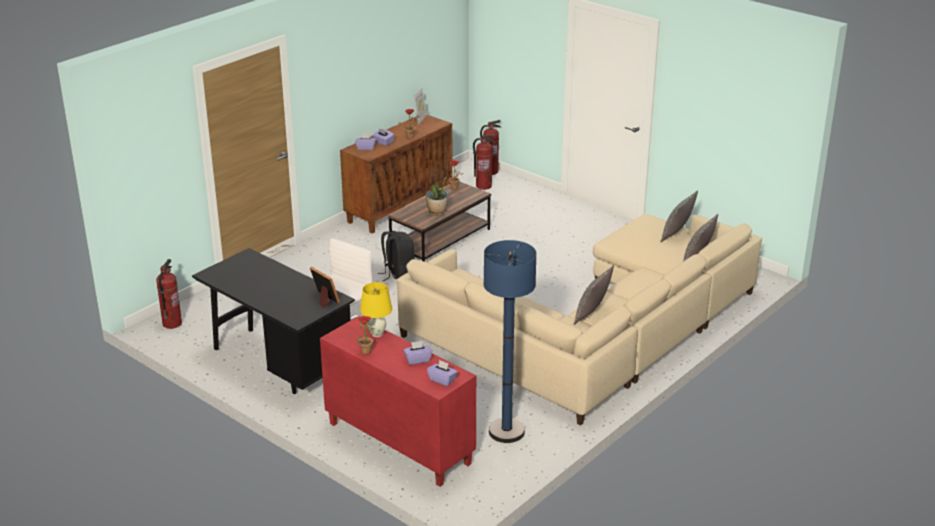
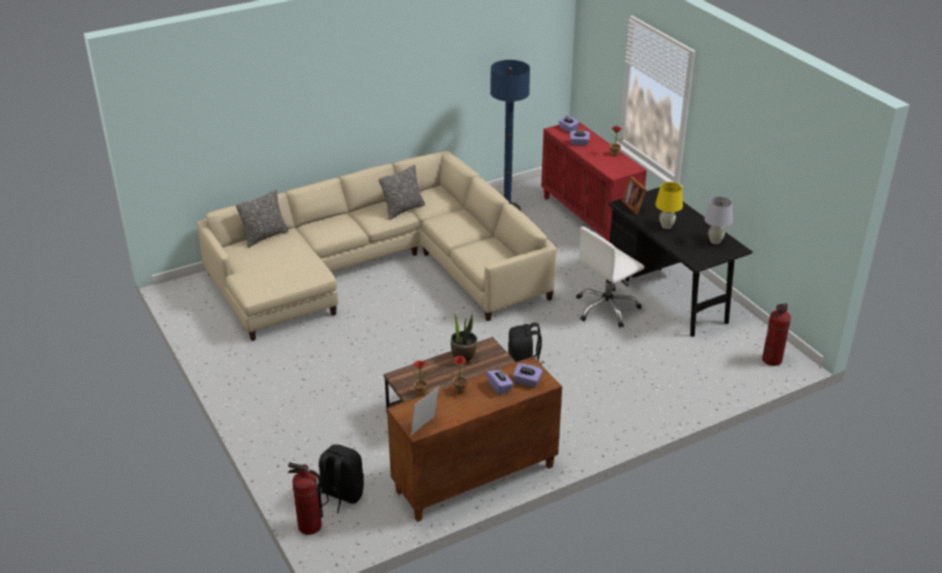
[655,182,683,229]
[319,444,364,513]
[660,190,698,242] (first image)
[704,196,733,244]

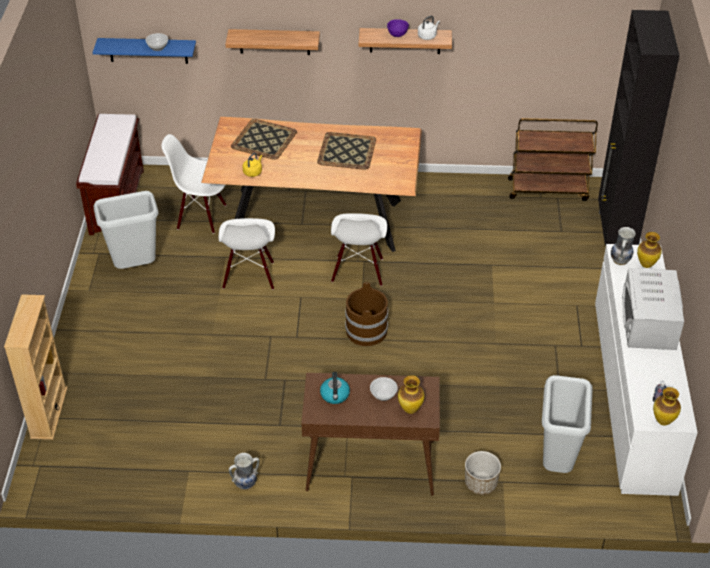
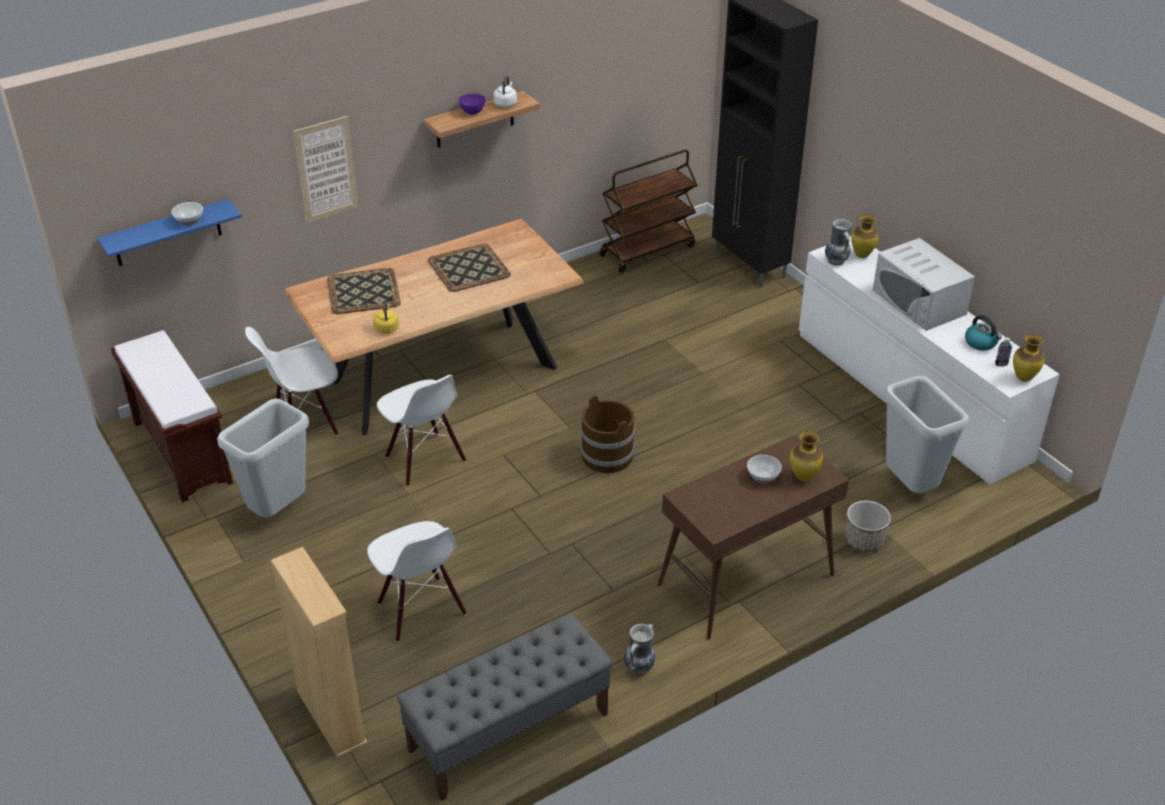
[293,116,359,223]
[965,315,1002,351]
[367,521,467,642]
[397,613,613,801]

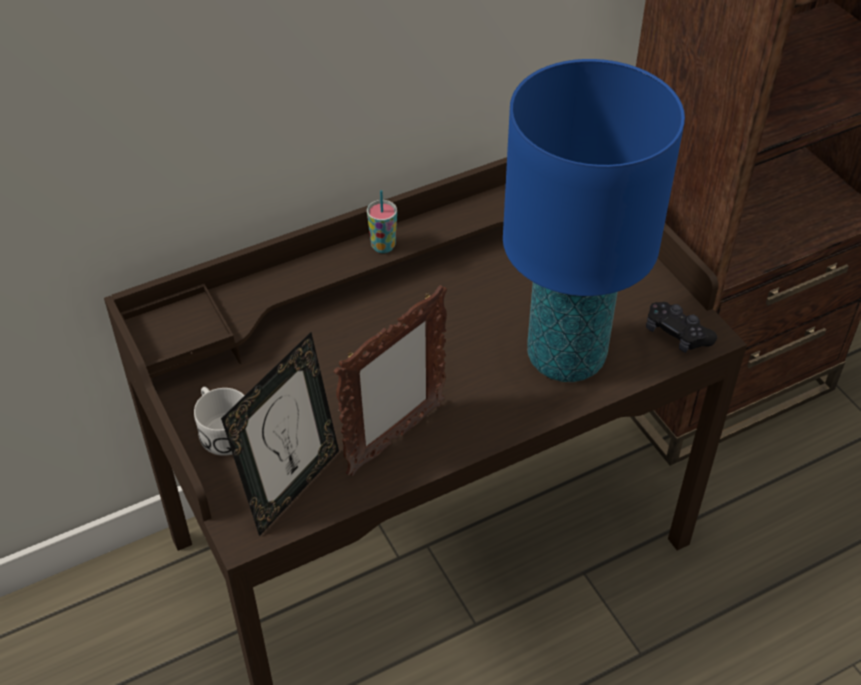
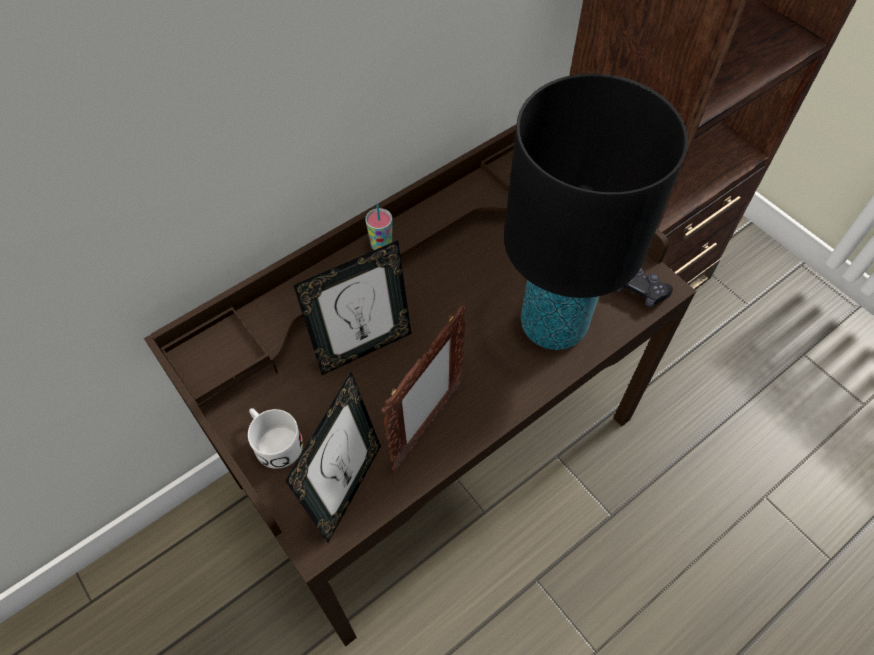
[504,73,688,350]
[293,240,411,375]

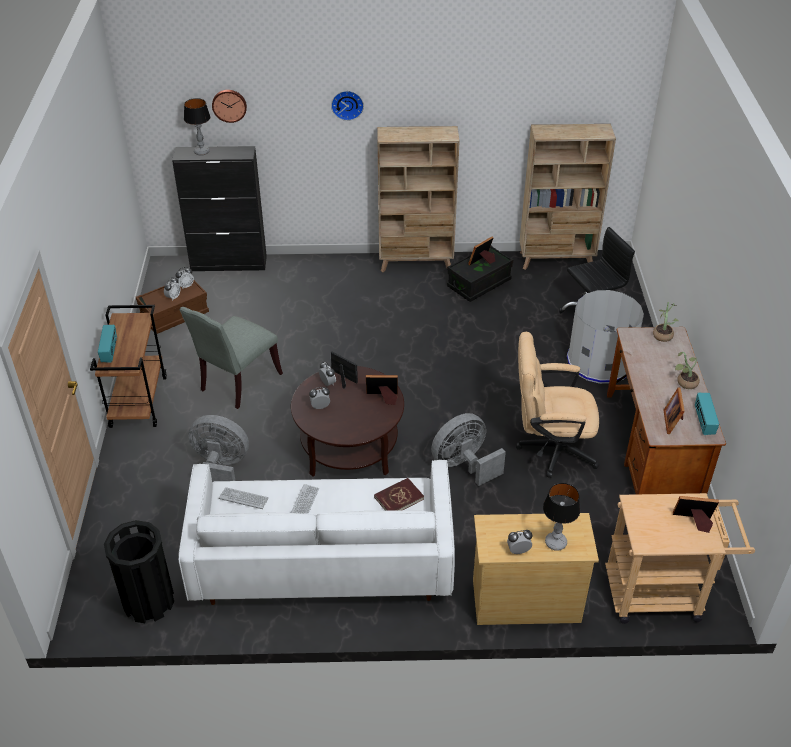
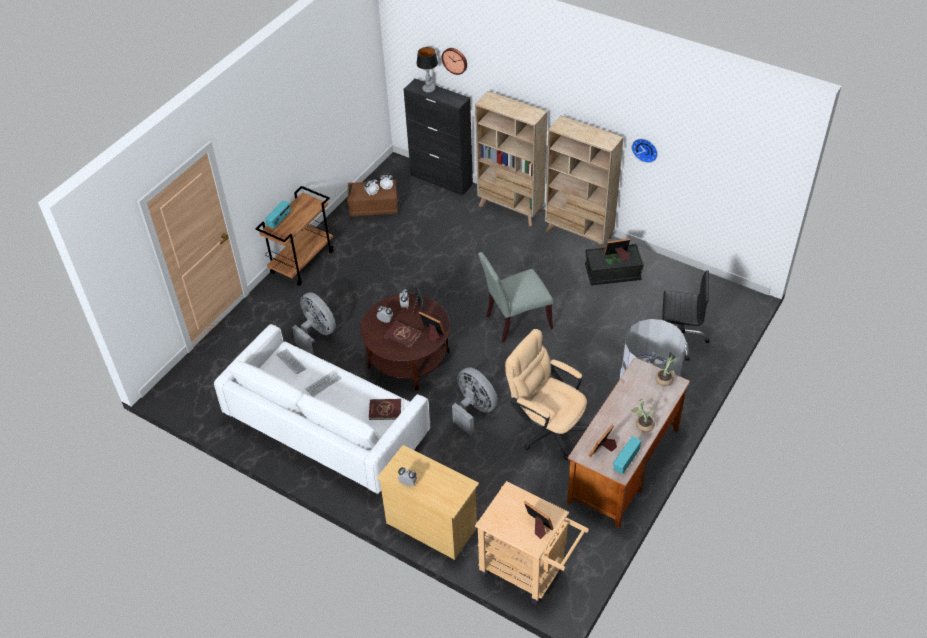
[104,520,174,623] (first image)
[478,252,553,343]
[632,139,658,163]
[452,367,498,436]
[475,91,548,226]
[543,483,580,551] (first image)
[384,321,421,349]

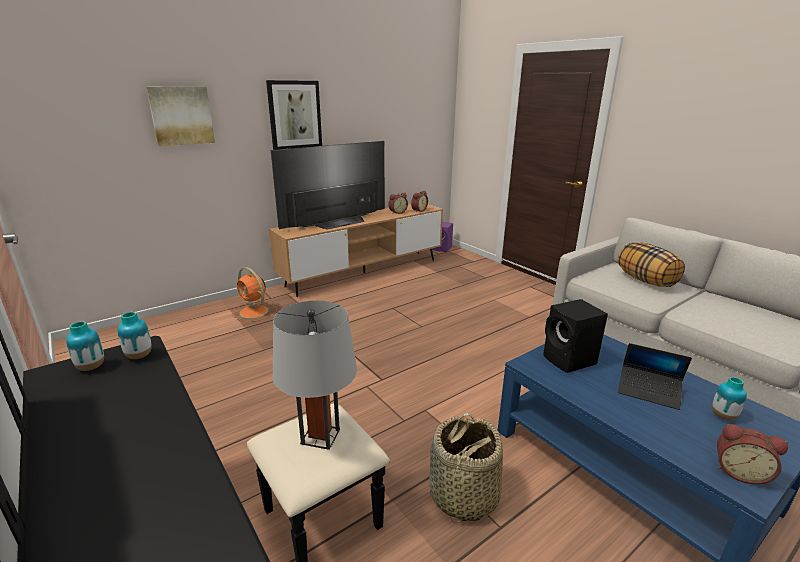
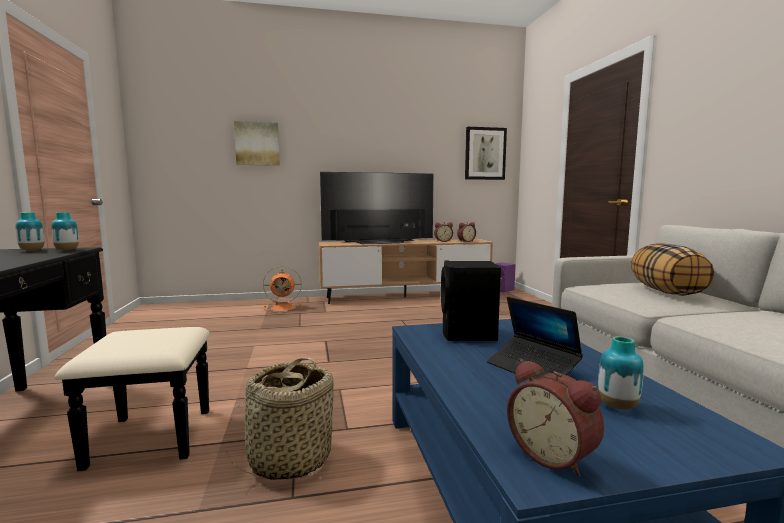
[263,266,303,313]
[465,127,507,180]
[273,300,357,450] (first image)

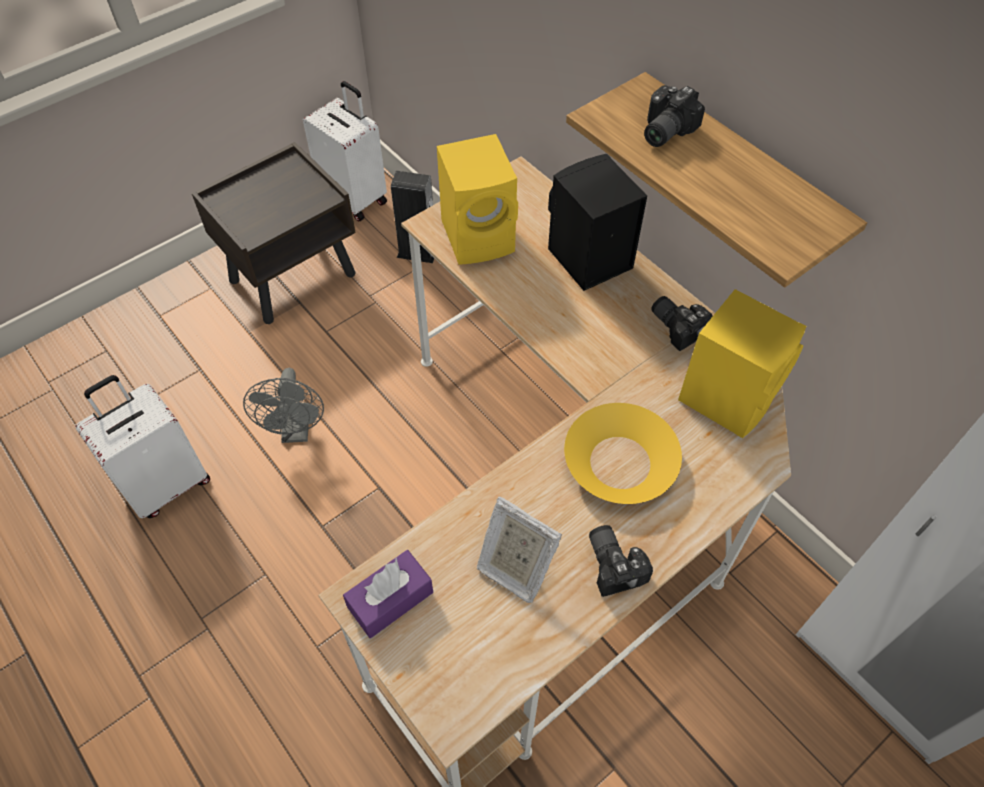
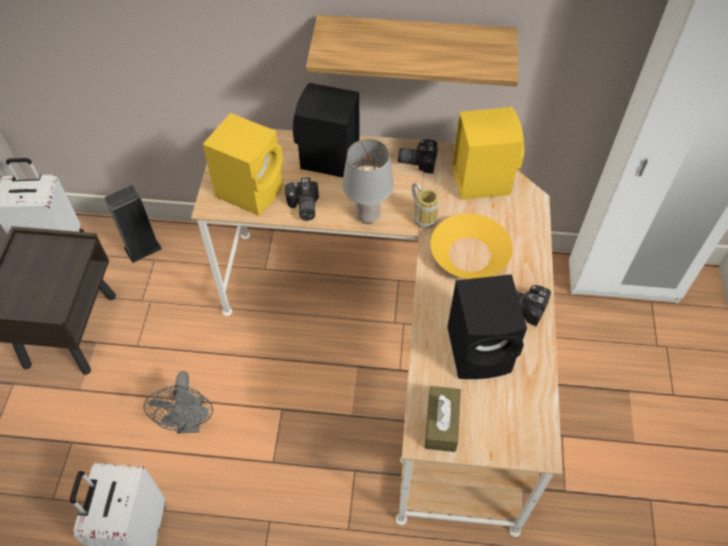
[144,371,213,433]
[425,386,461,452]
[447,274,527,379]
[285,177,319,221]
[342,139,394,224]
[412,182,439,229]

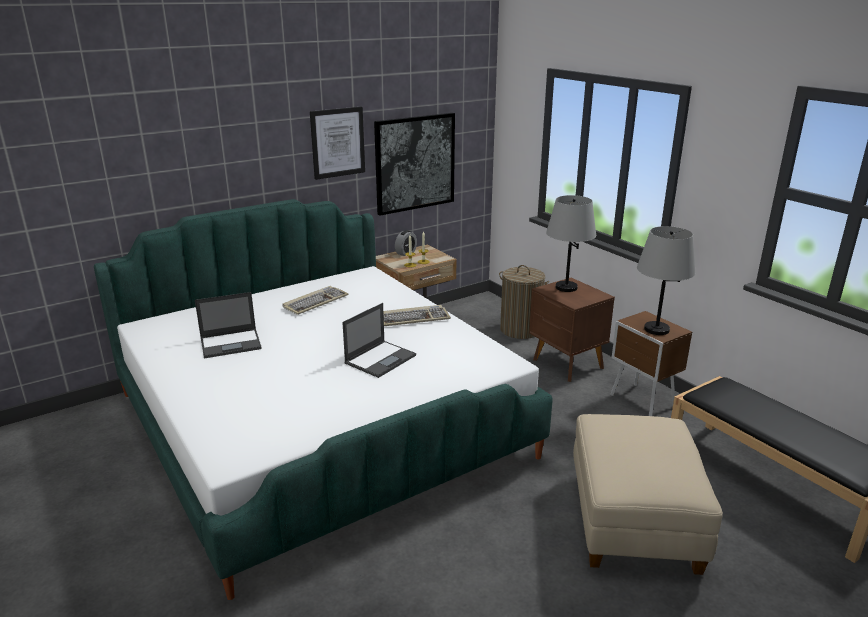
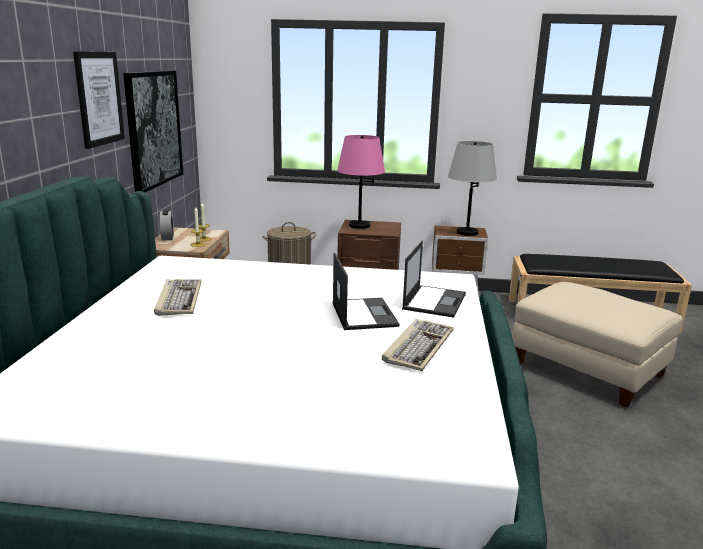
[402,241,466,318]
[382,319,454,371]
[337,135,385,229]

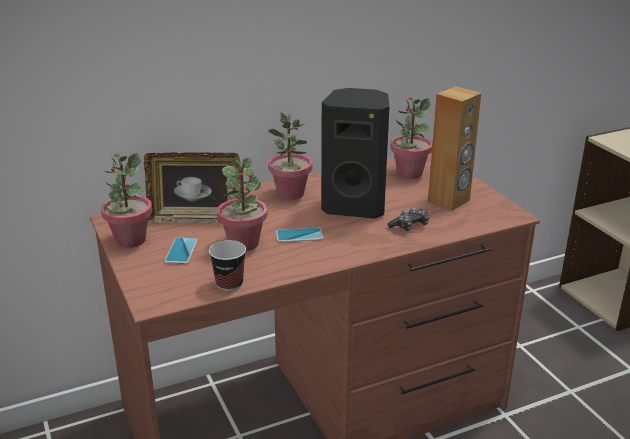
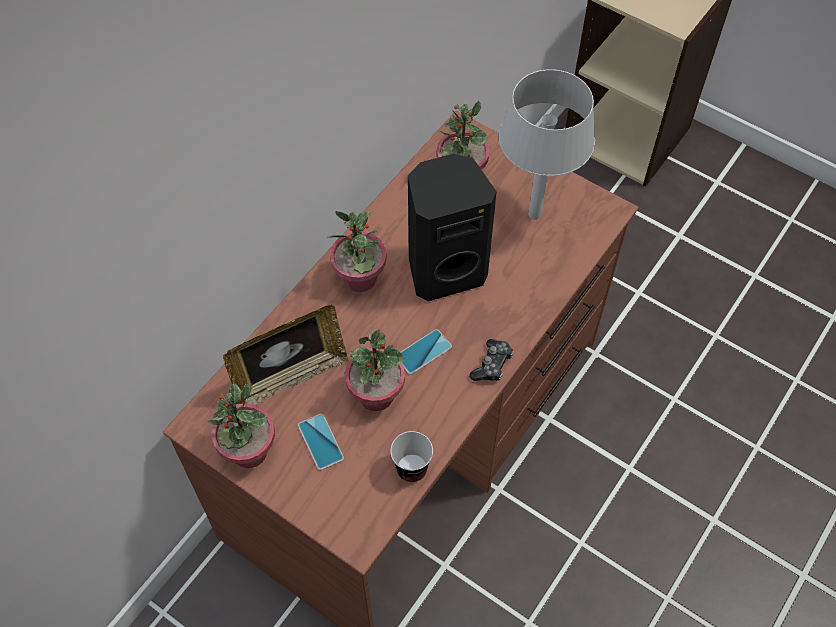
[469,339,514,381]
[499,69,595,220]

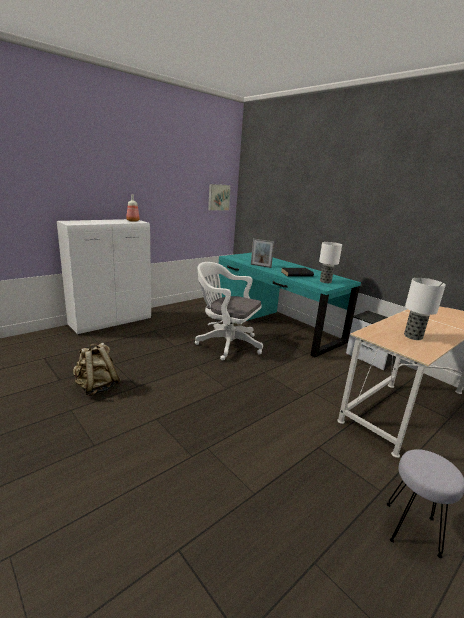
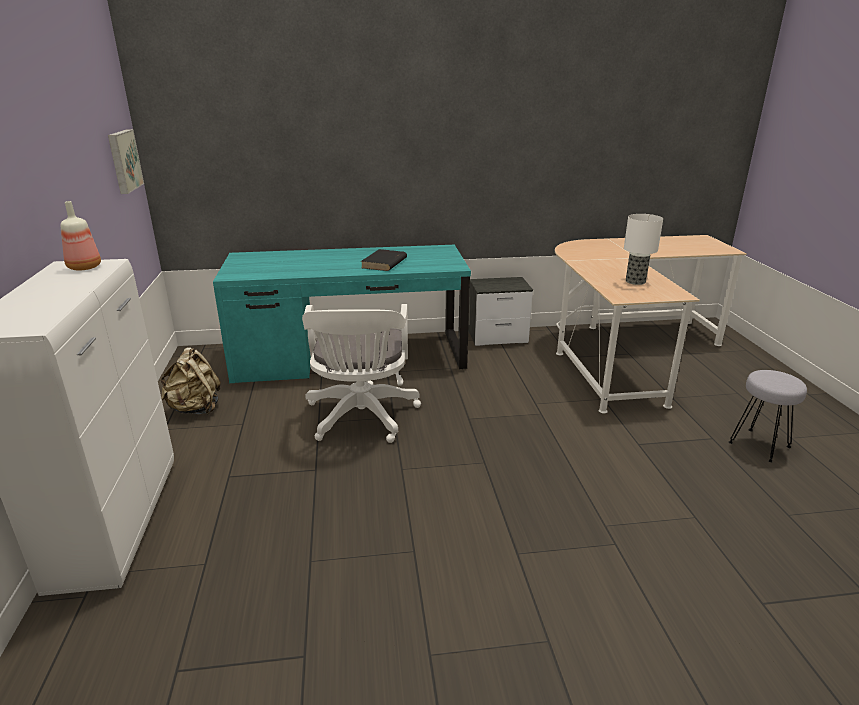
[159,347,221,415]
[302,304,421,443]
[251,238,274,268] (first image)
[319,242,342,283] (first image)

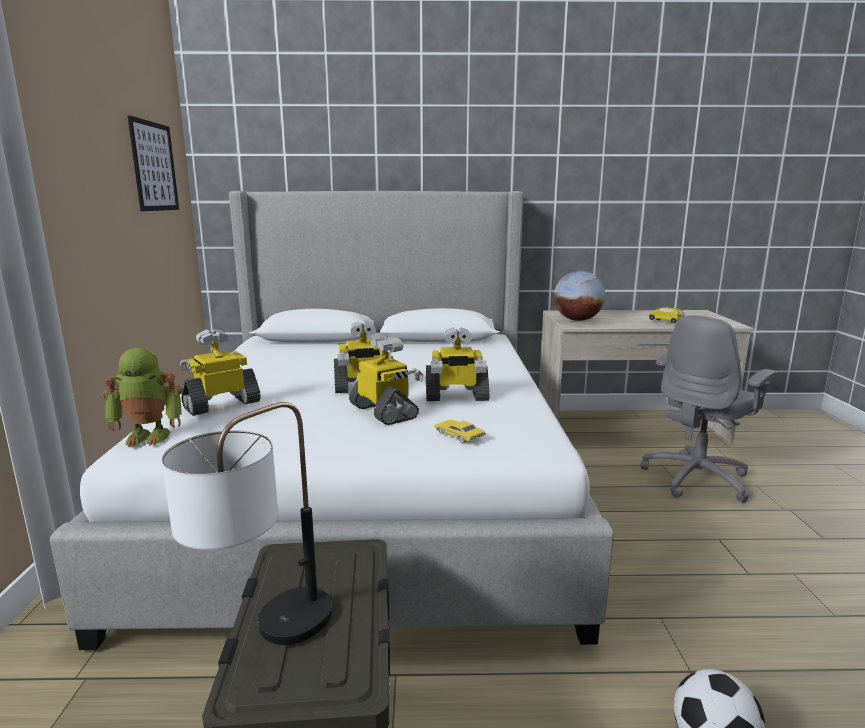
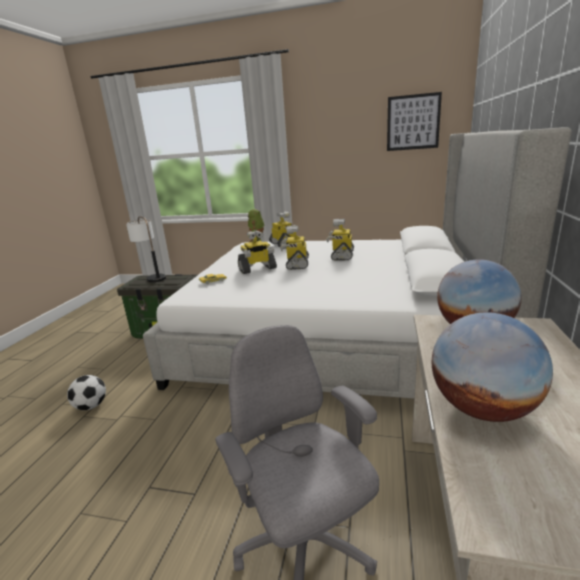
[326,219,354,261]
[432,312,553,422]

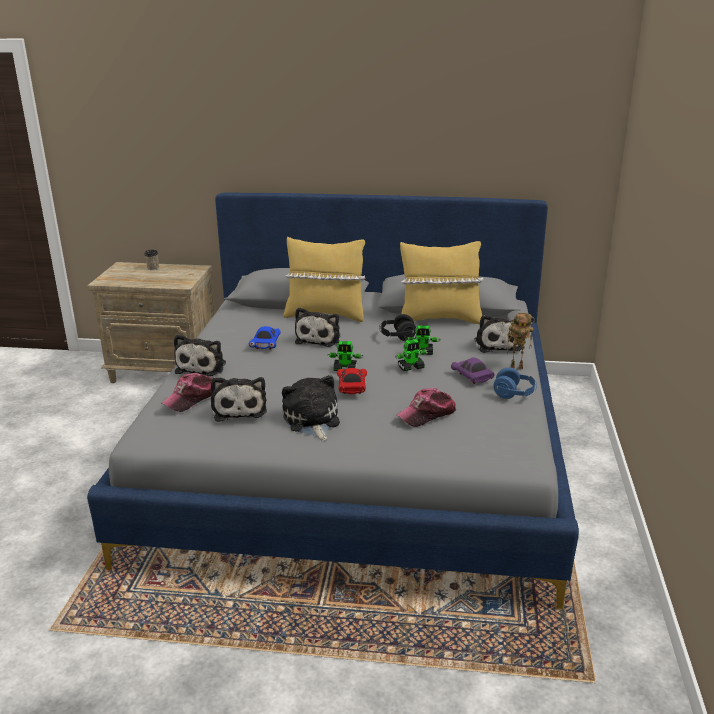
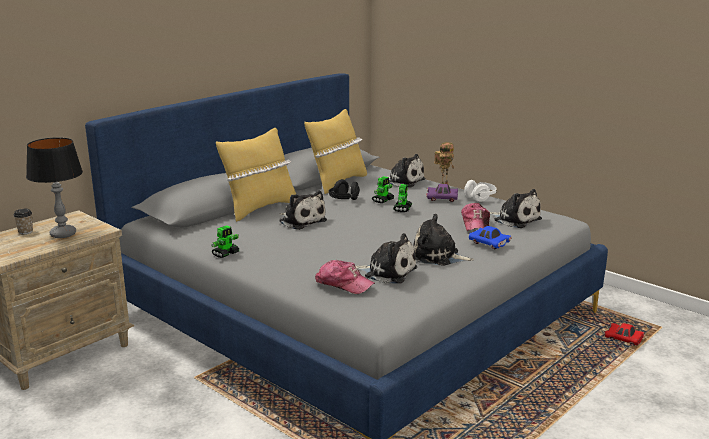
[315,260,375,294]
[490,189,542,228]
[469,226,512,249]
[211,225,240,258]
[604,323,644,346]
[464,180,497,202]
[26,137,83,238]

